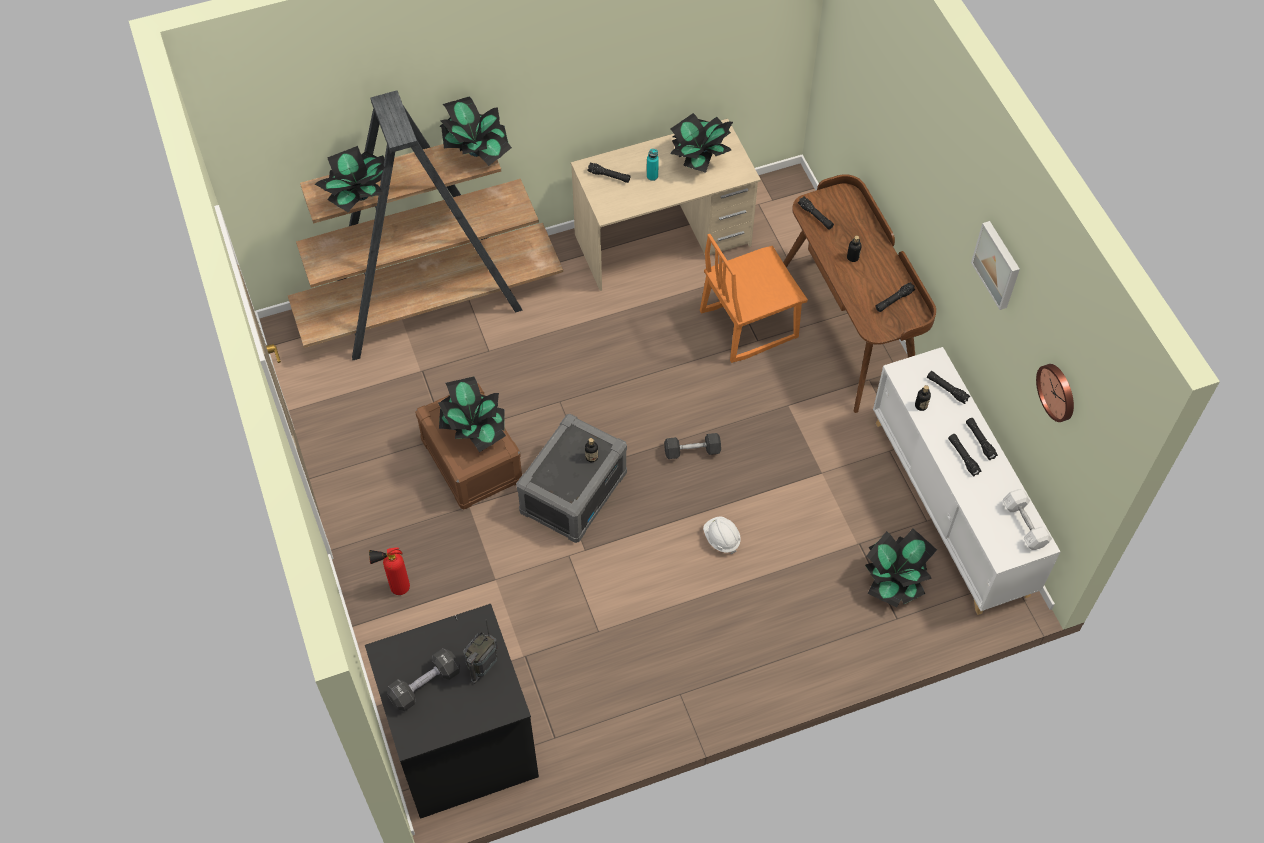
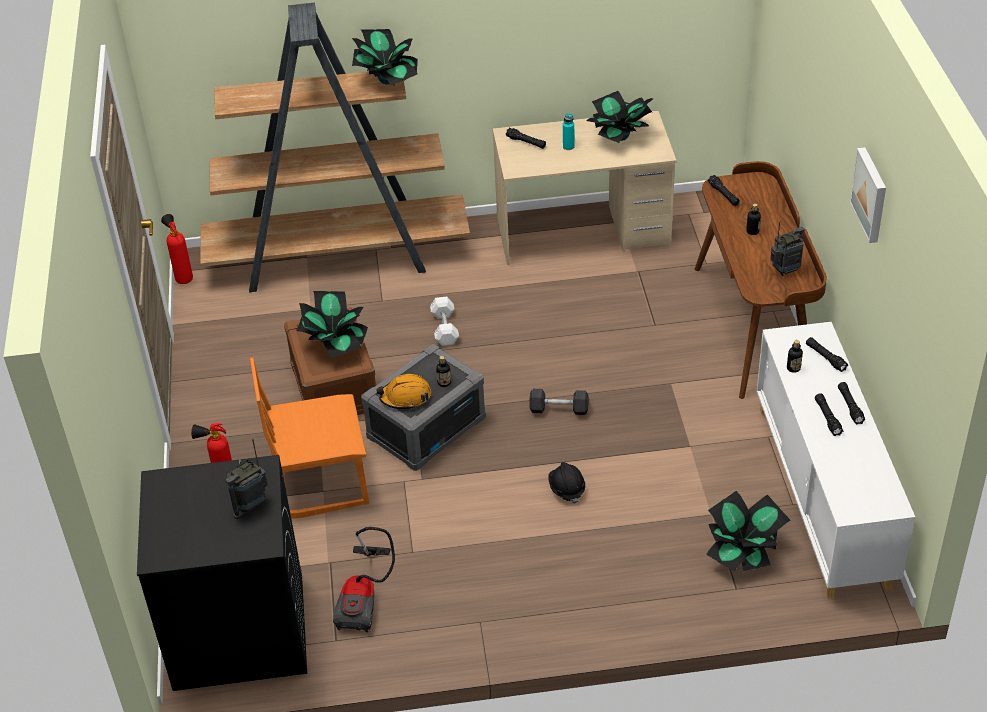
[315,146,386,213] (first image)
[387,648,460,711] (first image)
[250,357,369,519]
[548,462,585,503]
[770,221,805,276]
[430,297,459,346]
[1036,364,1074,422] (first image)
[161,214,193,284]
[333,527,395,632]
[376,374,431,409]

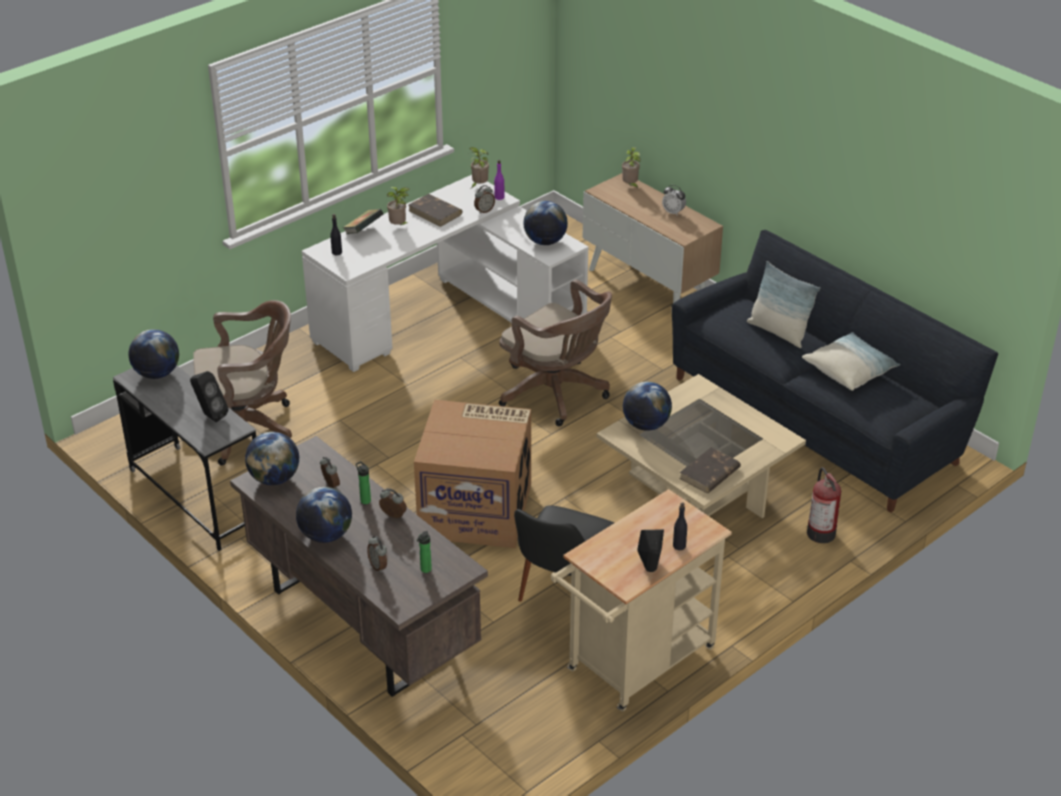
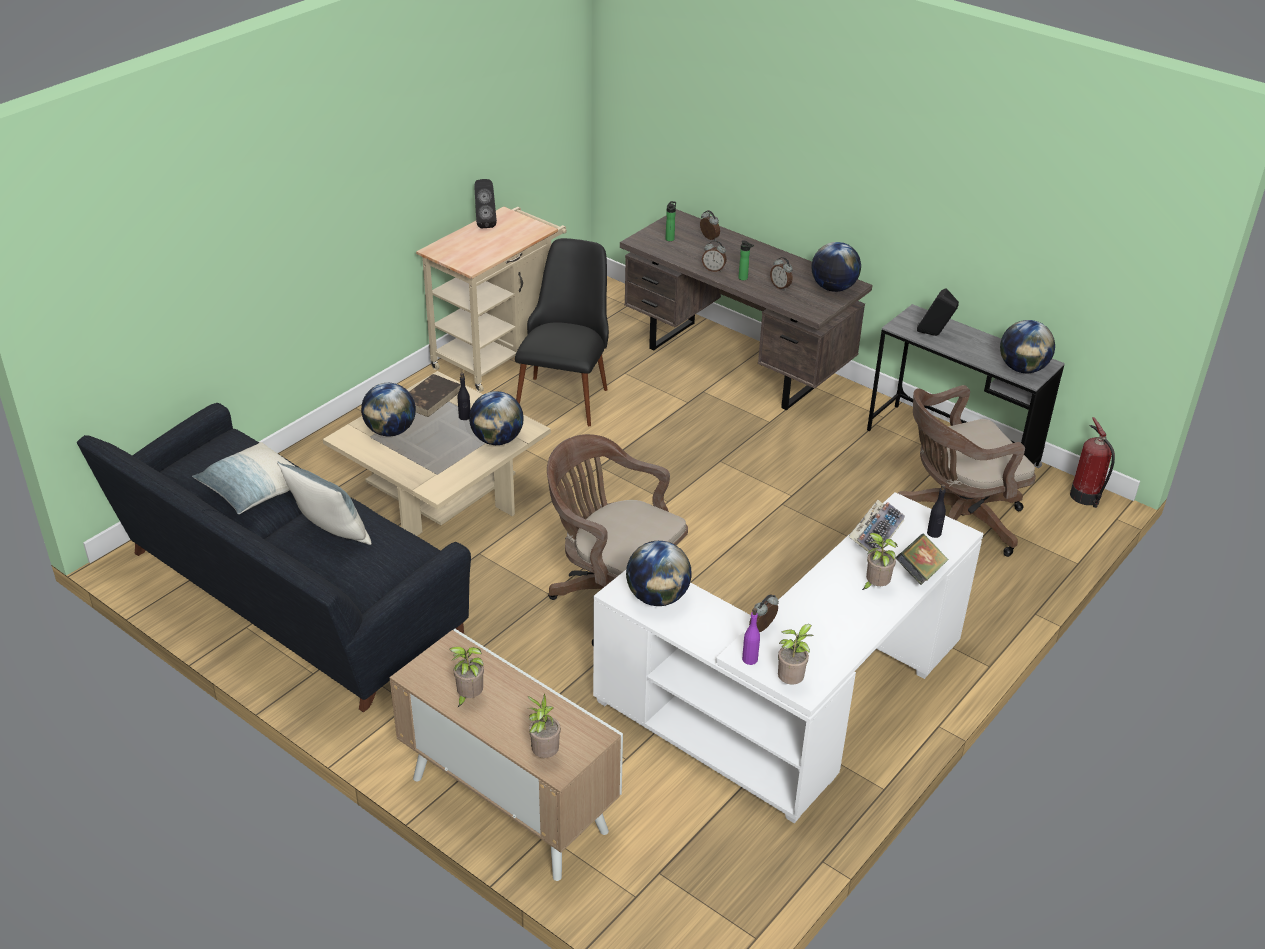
[361,383,416,437]
[409,194,462,227] (first image)
[414,400,531,548] (first image)
[449,646,484,708]
[458,373,470,420]
[1070,417,1115,508]
[848,500,905,552]

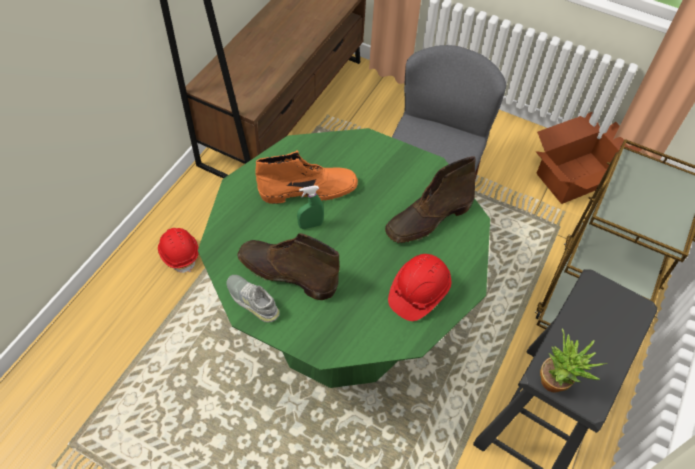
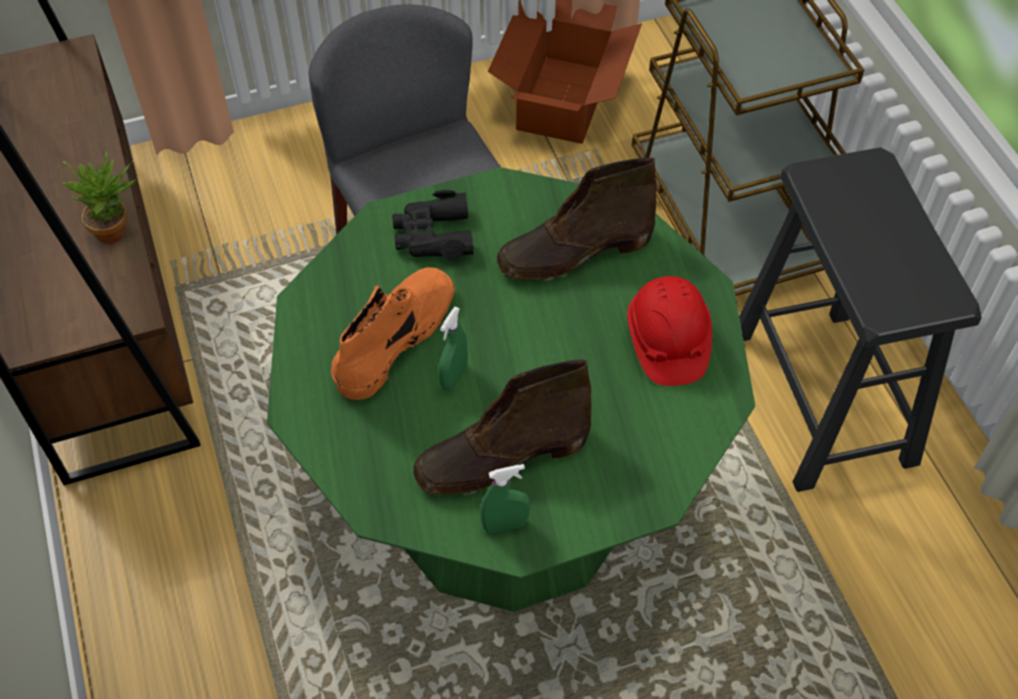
[158,228,199,273] (first image)
[480,464,530,534]
[497,157,657,281]
[63,151,136,244]
[392,190,474,261]

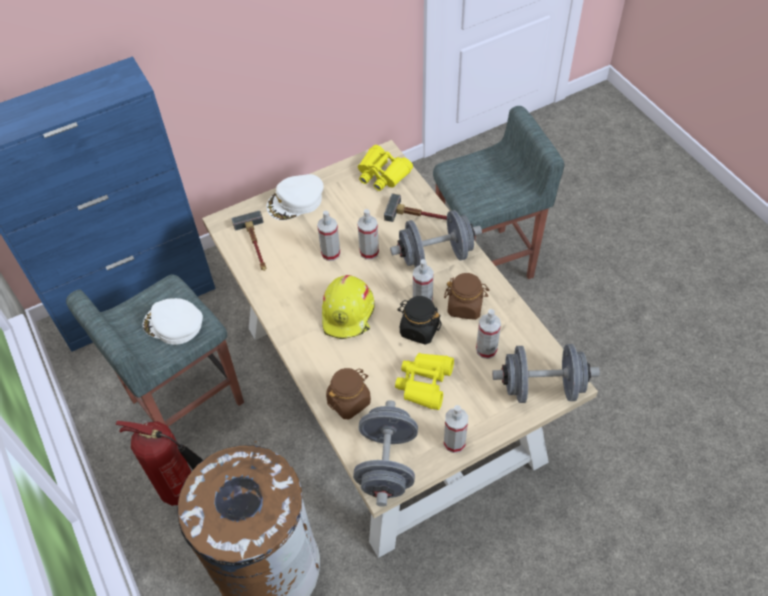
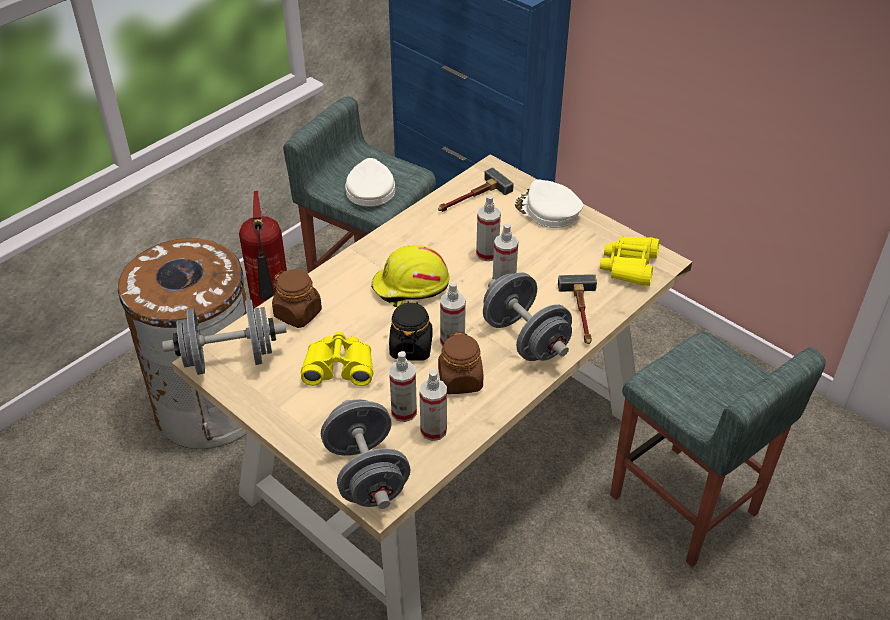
[419,369,447,441]

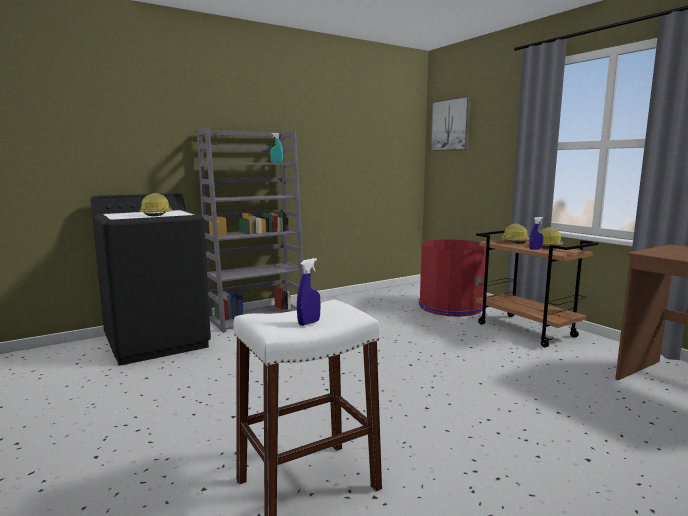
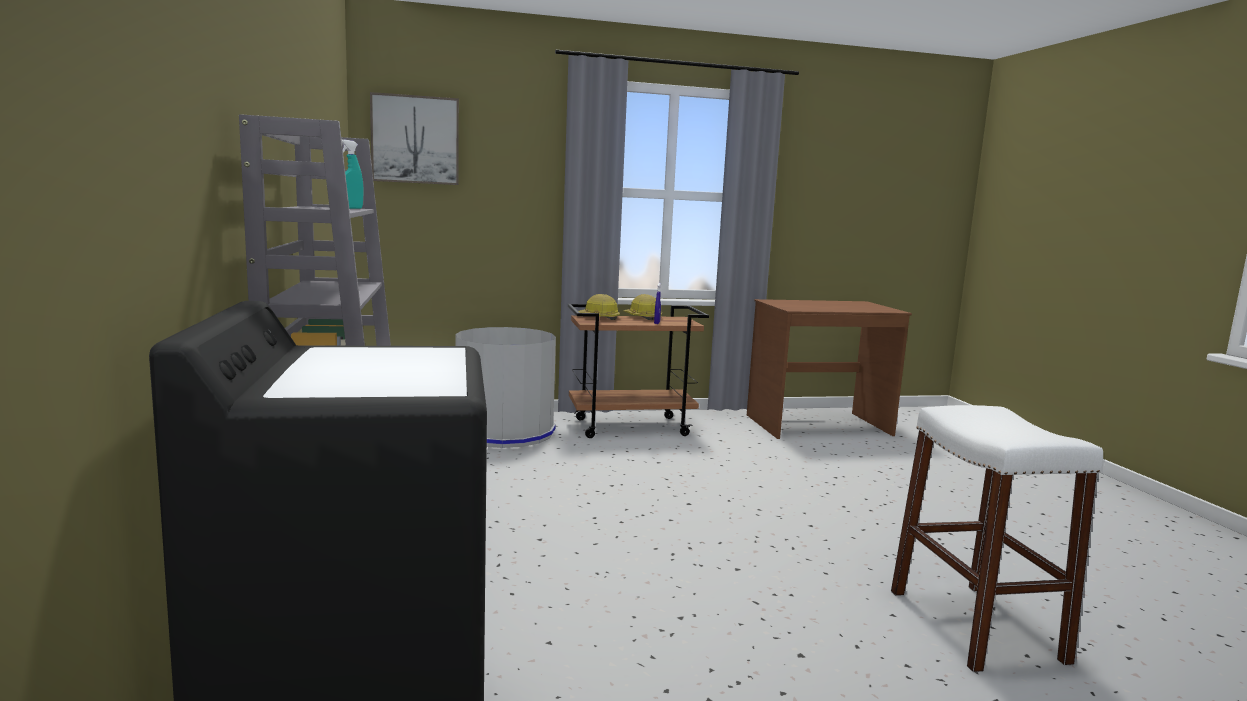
[139,193,172,216] (first image)
[297,258,321,326] (first image)
[455,327,556,448]

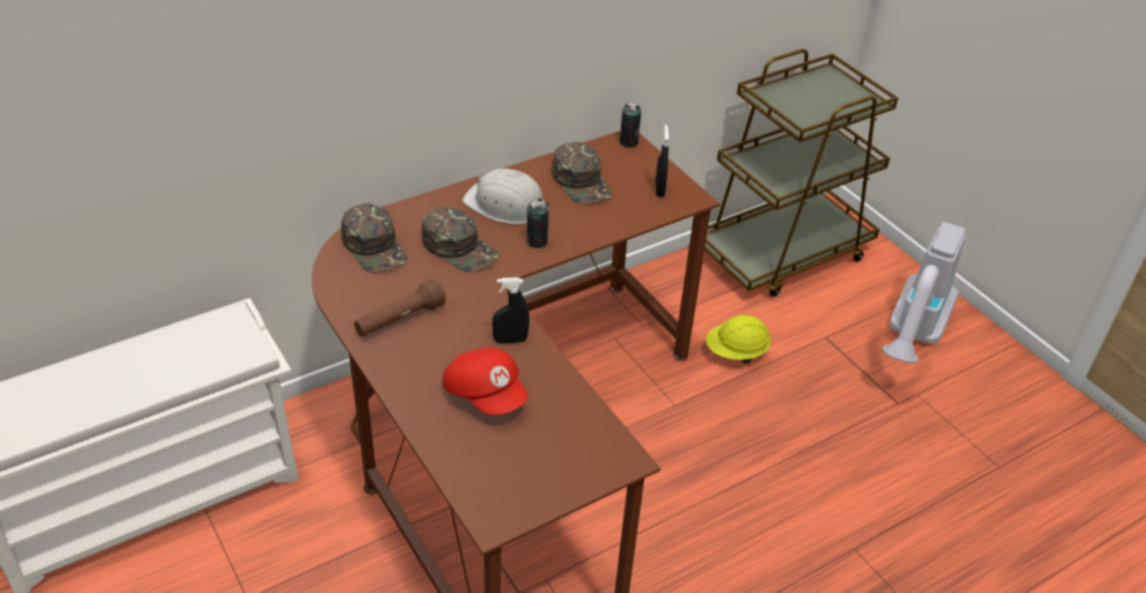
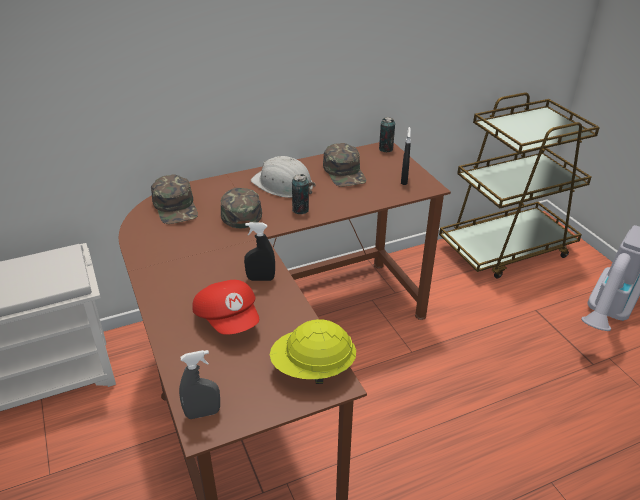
[354,279,446,337] (first image)
[221,188,262,228]
[270,319,356,384]
[179,350,220,419]

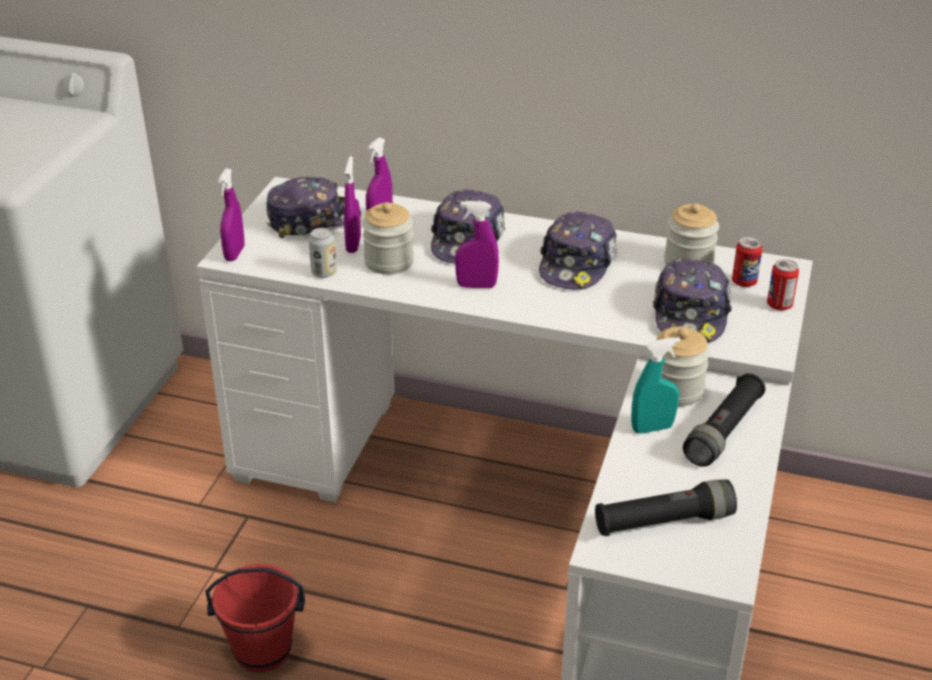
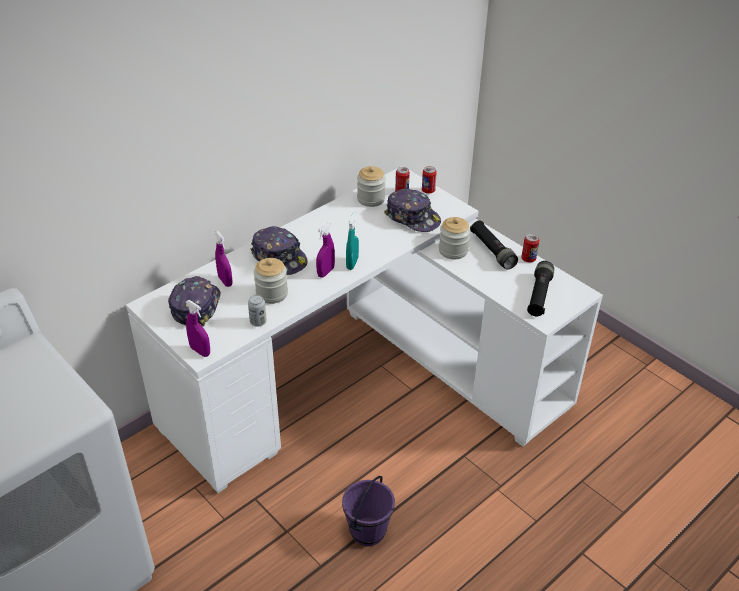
[342,476,395,546]
[344,156,361,253] (first image)
[539,211,617,290] (first image)
[346,211,359,270]
[521,234,539,263]

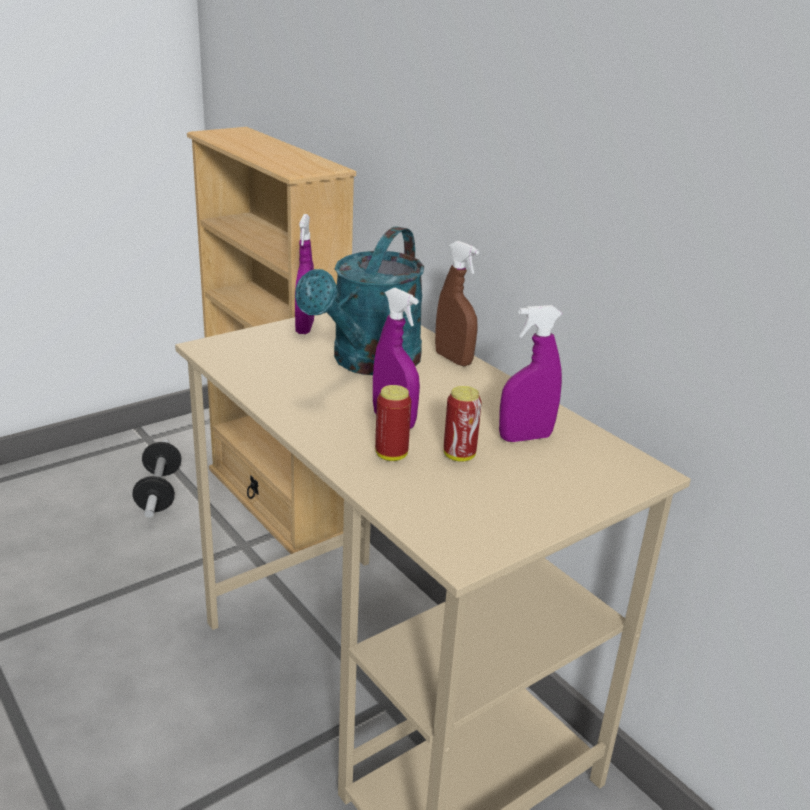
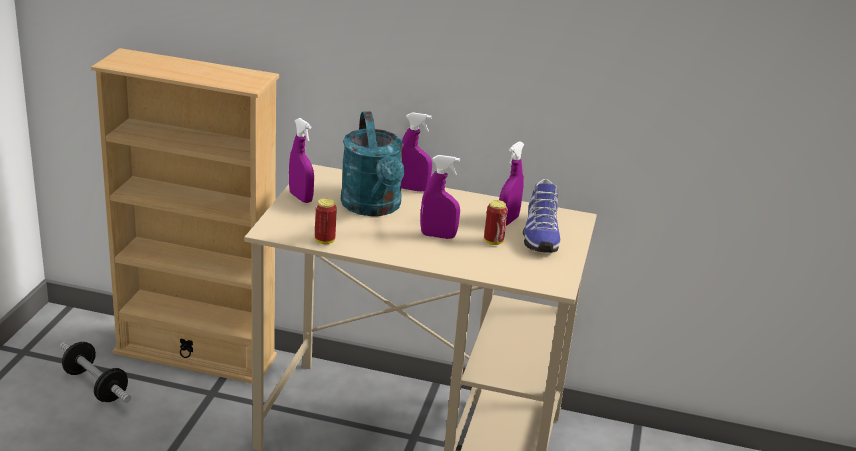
[315,198,337,244]
[401,112,432,192]
[523,179,560,253]

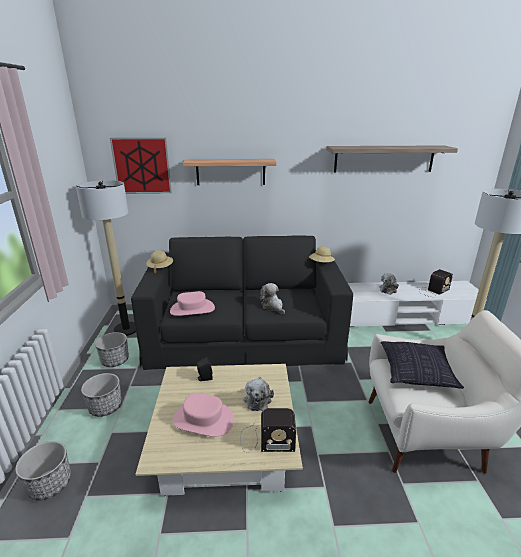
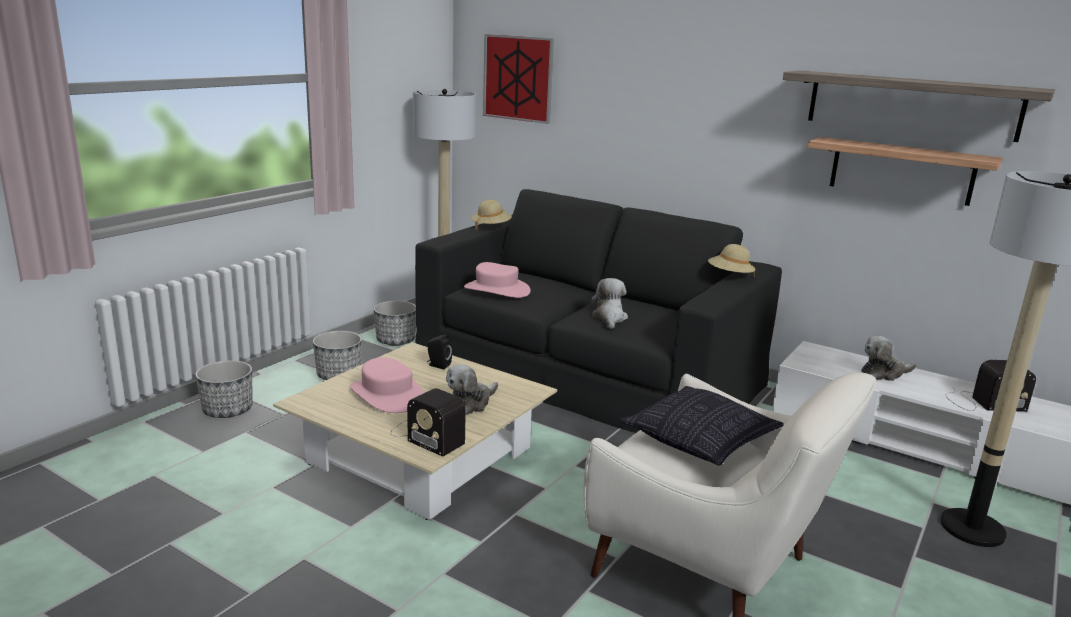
[808,137,1003,206]

